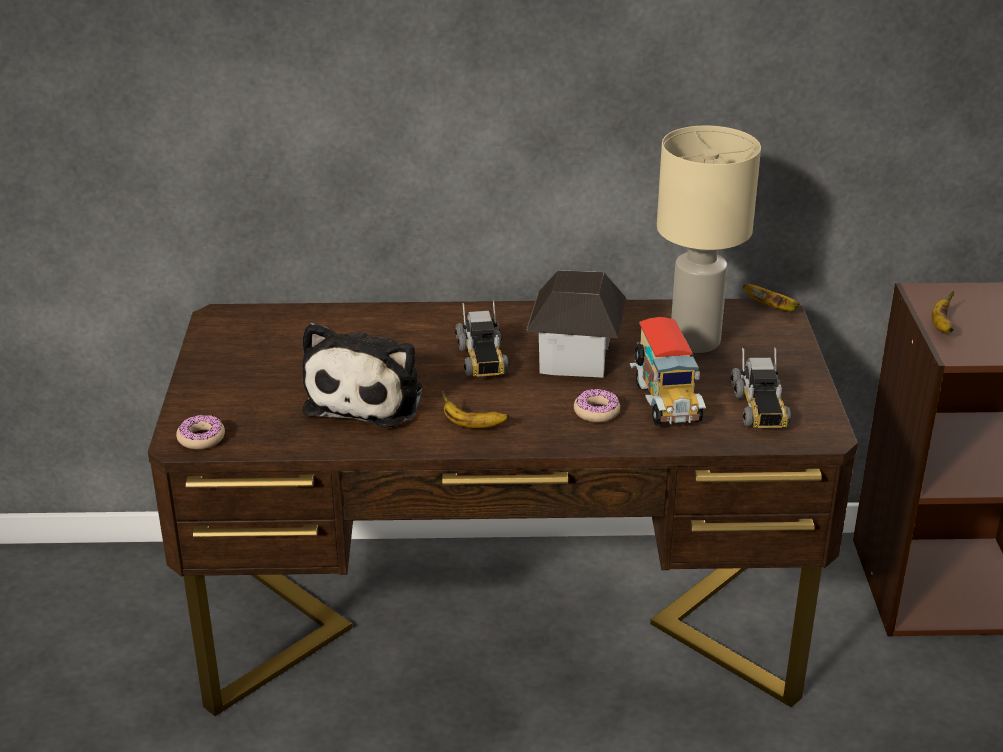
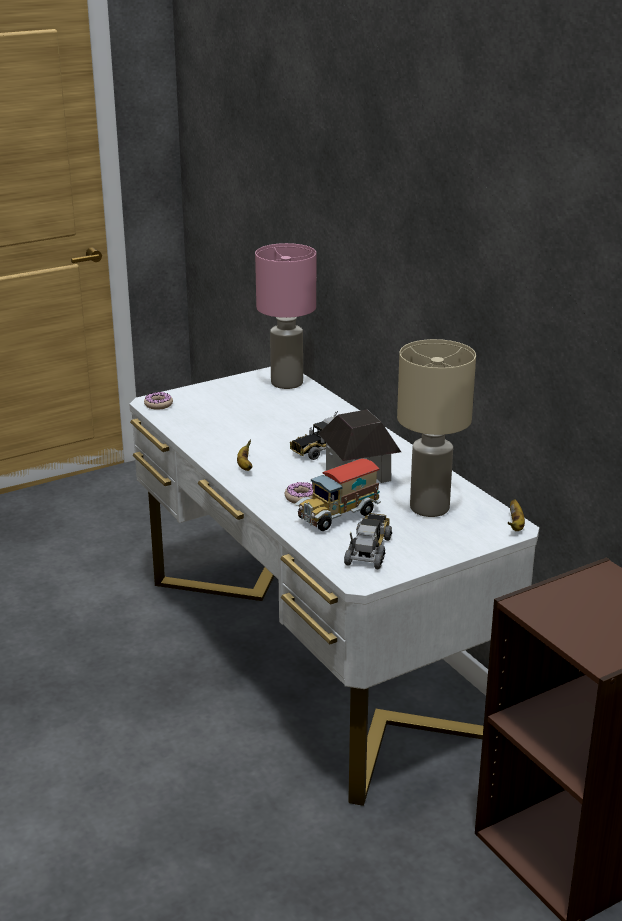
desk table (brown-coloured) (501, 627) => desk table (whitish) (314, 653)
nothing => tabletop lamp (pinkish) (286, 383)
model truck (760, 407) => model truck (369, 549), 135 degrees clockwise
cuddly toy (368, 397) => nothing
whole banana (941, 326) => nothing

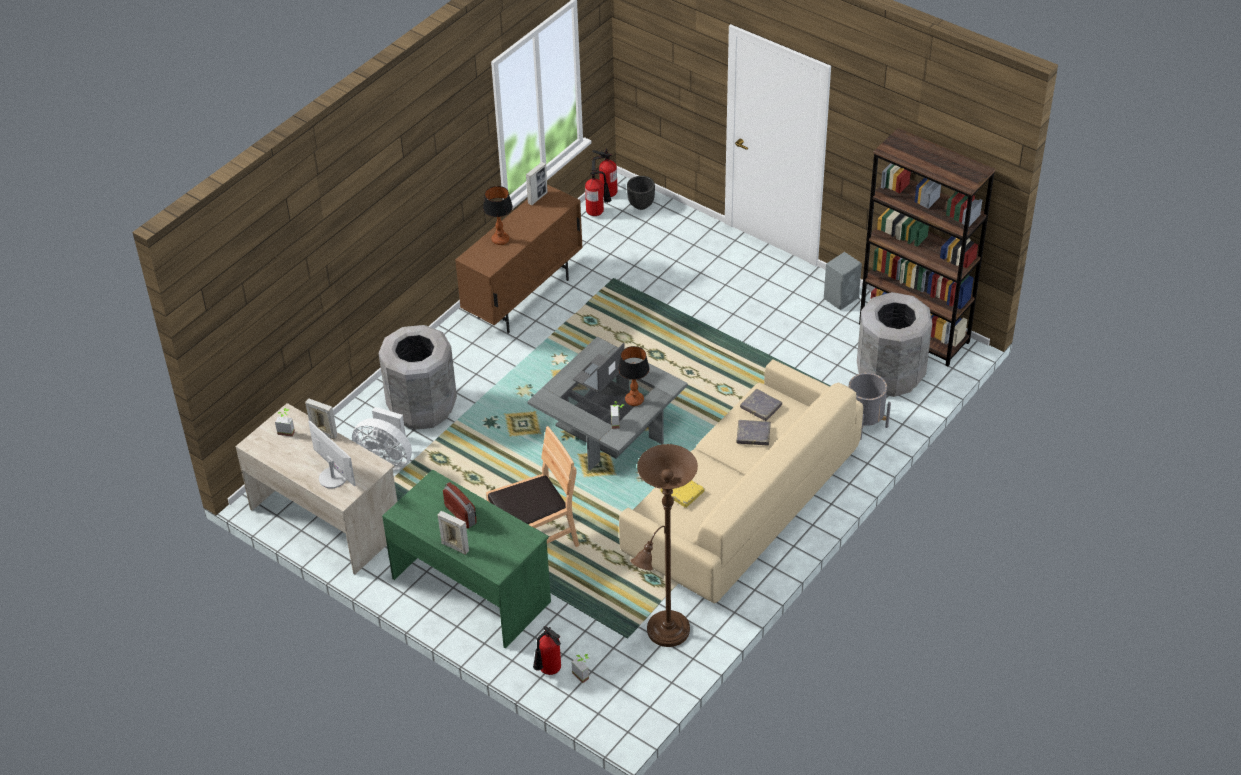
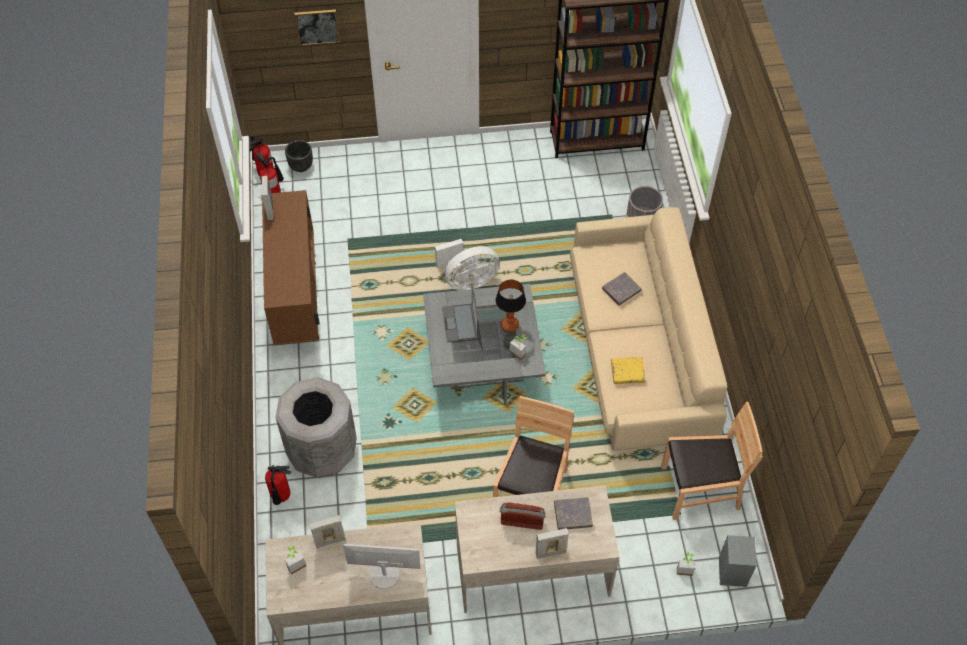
fire-fighting cylinder (548, 671) => fire-fighting cylinder (281, 498), moved
nothing => wall picture (317, 26)
fan (whitish) (386, 459) => fan (whitish) (467, 280), moved
desk table (green-coloured) (472, 589) => desk table (sand-coloured) (532, 569)
volume (greyish) (761, 407) => volume (greyish) (573, 515), moved
floor lamp (brown-coloured) (665, 634) => upright chair (brown-coloured) (700, 489)
loudspeaker (greyish) (841, 297) => loudspeaker (greyish) (732, 571), moved
tabletop lamp (500, 240) => nothing
rubbish bin (greyish) (890, 375) => nothing

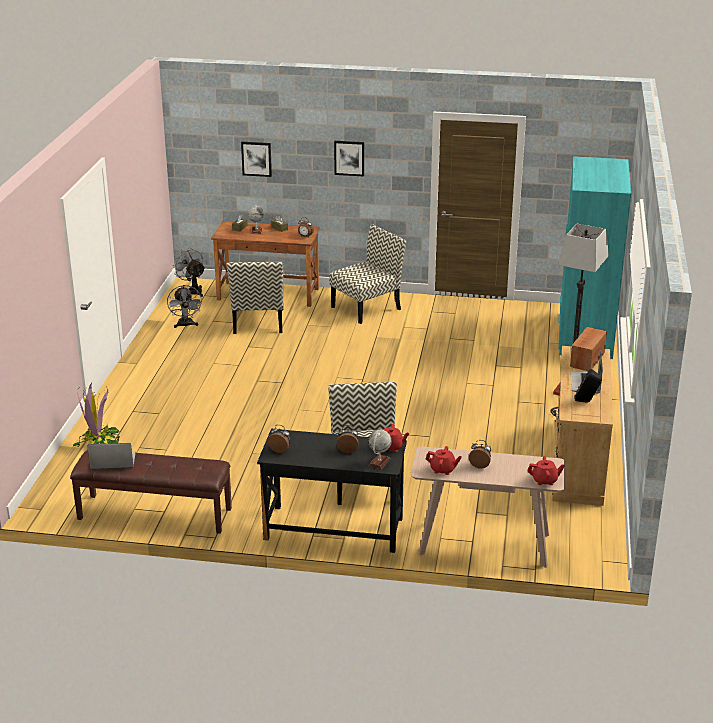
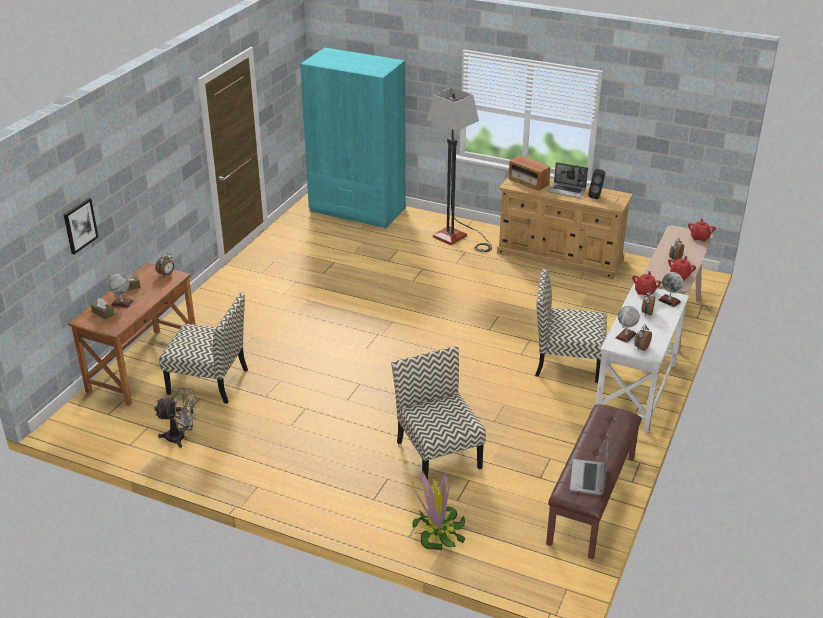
upright chair (367, 308) => upright chair (437, 453), moved
desk table (black-coloured) (333, 529) => desk table (whitish) (636, 390)
nothing => globe (625, 336)
fan (greyish) (192, 291) => nothing
wall picture (349, 158) => nothing

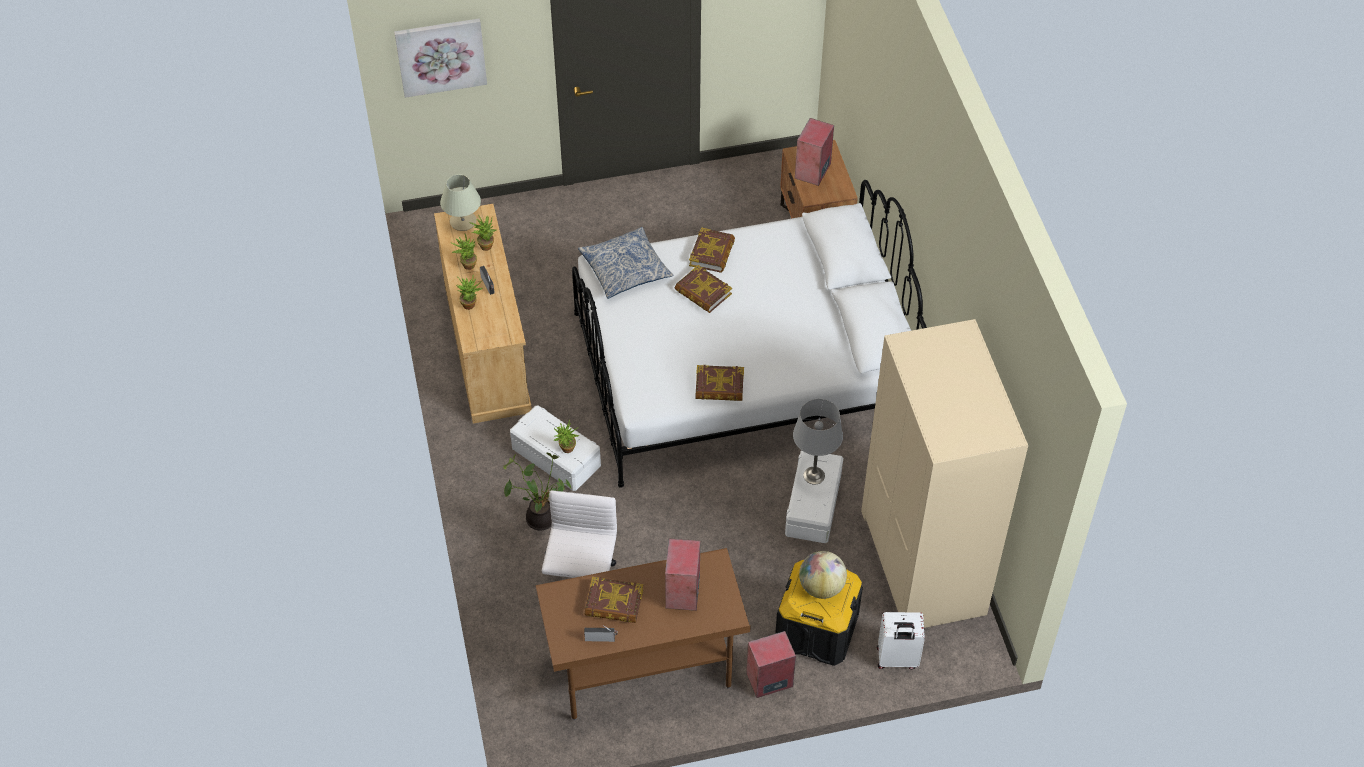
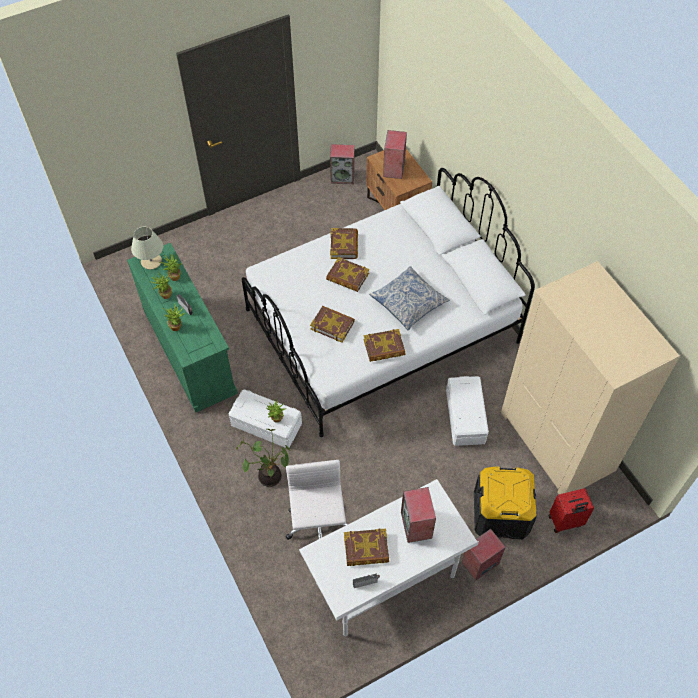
dresser (sand-coloured) (487, 347) => dresser (green-coloured) (188, 350)
desk table (brown-coloured) (644, 672) => desk table (whitish) (385, 581)
nothing => volume (332, 325)
nothing => loudspeaker (343, 177)
cushion (625, 269) => cushion (408, 302), moved
piece of luggage (whitish) (897, 659) => piece of luggage (red-coloured) (565, 522)
wall picture (441, 56) => nothing
tabletop lamp (greyish) (814, 476) => nothing
globe (821, 587) => nothing

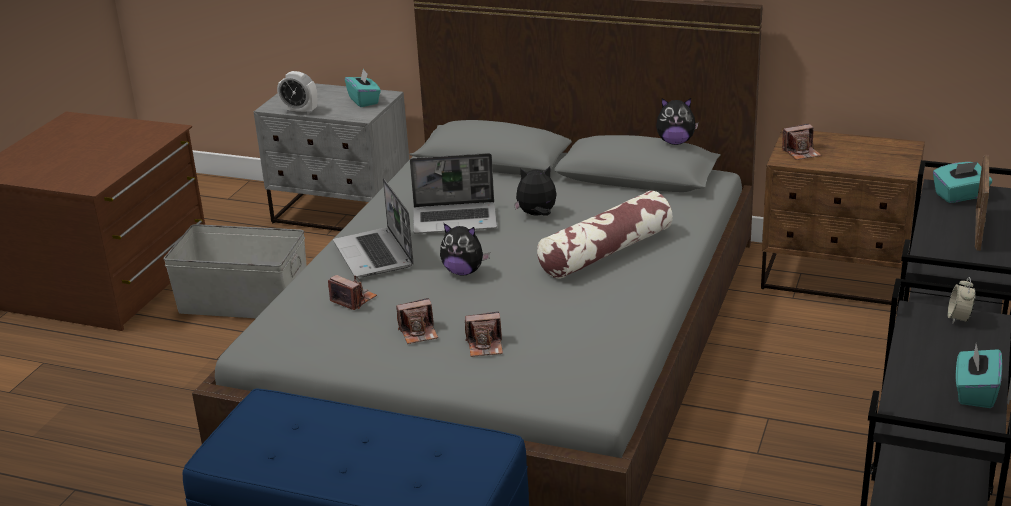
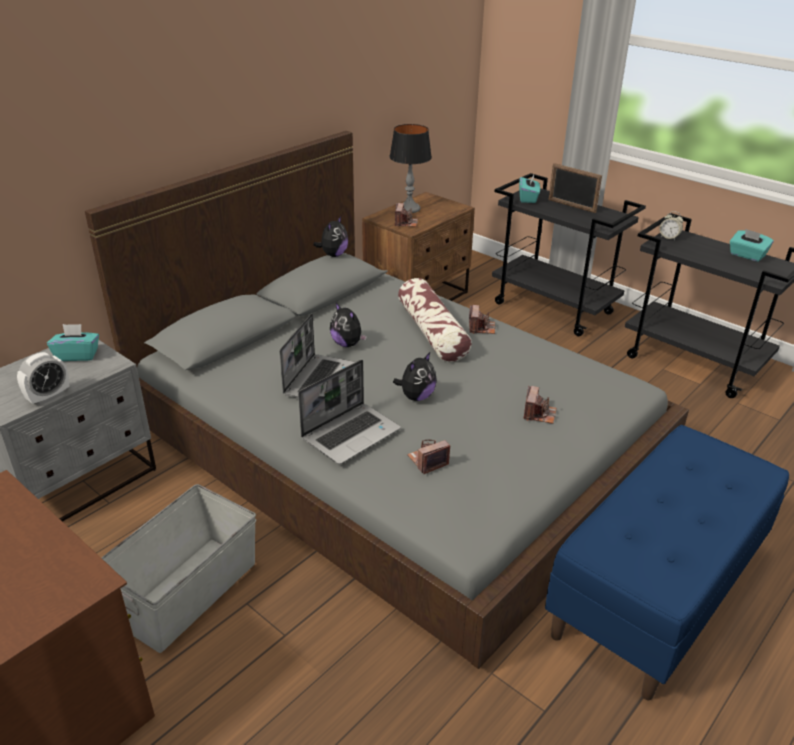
portable computer (375, 255) => portable computer (351, 434), 45 degrees counterclockwise
cuddly toy (537, 215) => cuddly toy (347, 344), 60 degrees counterclockwise
nothing => tabletop lamp (409, 209)
still camera (418, 333) => still camera (481, 328), moved

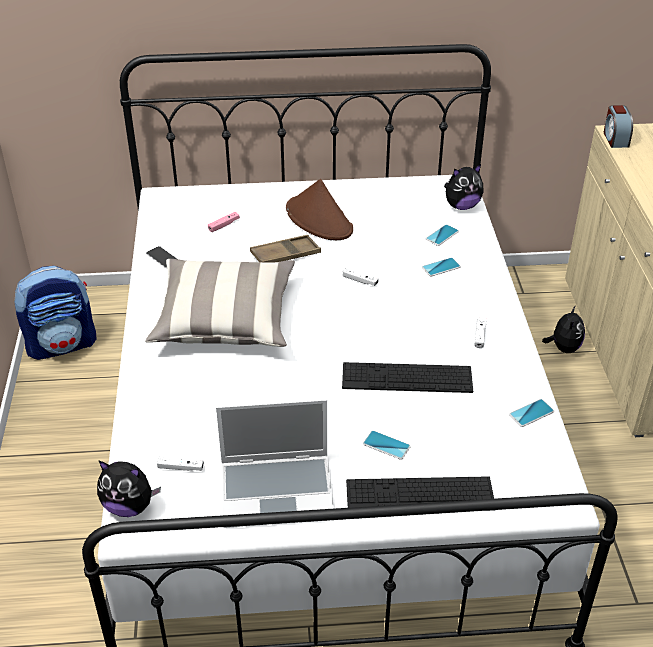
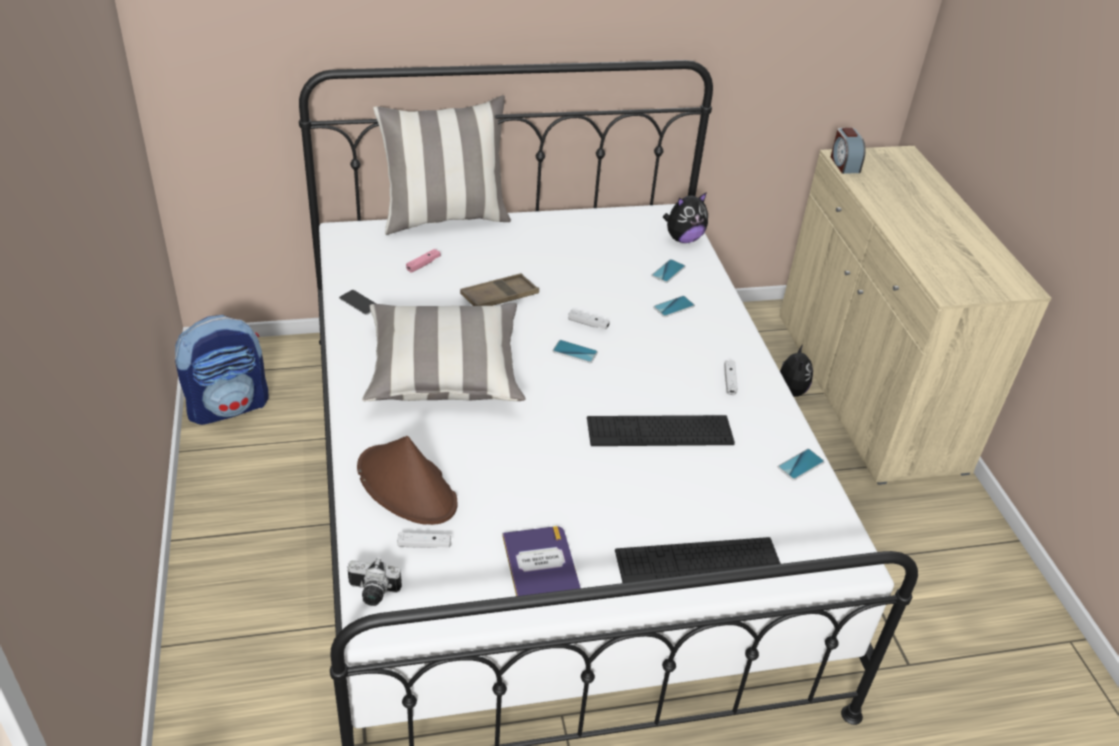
cuddly toy (129, 506) => still camera (372, 593)
hat (brown-coloured) (319, 220) => hat (brown-coloured) (407, 486), moved
nothing => cushion (445, 218)
portable computer (278, 491) => volume (541, 565)
telephone (386, 445) => telephone (575, 352), moved

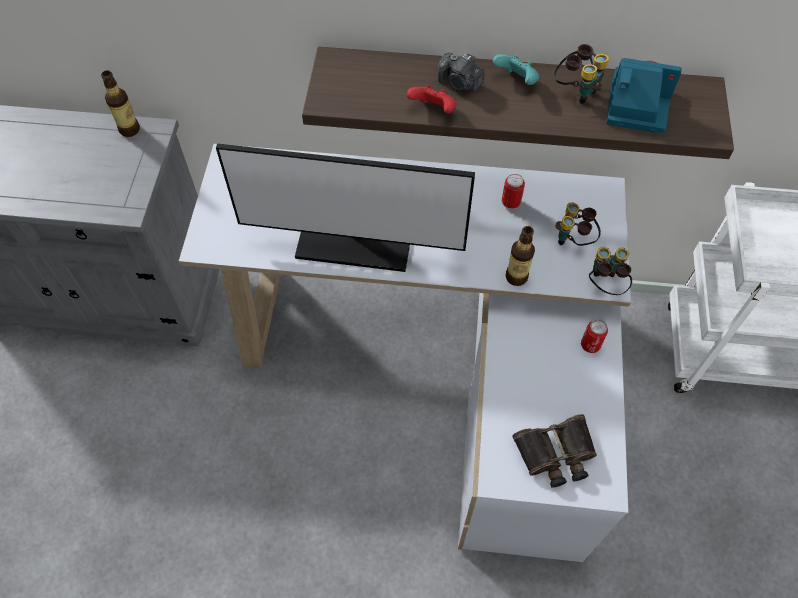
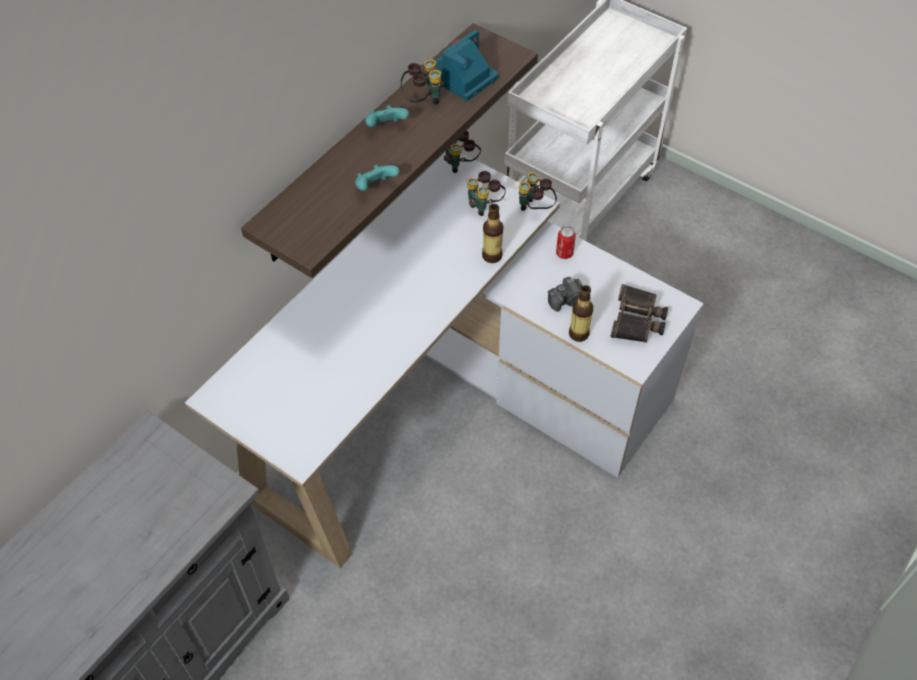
joypad (red-coloured) (433, 110) => joypad (turquoise-coloured) (375, 187)
nothing => binoculars (461, 164)
still camera (459, 83) => still camera (566, 300), moved
bottle (129, 129) => bottle (578, 334), moved
monitor (354, 244) => nothing
metal can (510, 203) => nothing

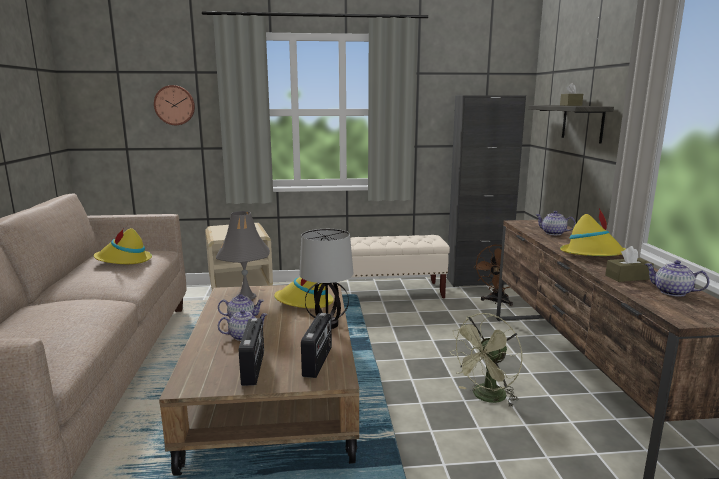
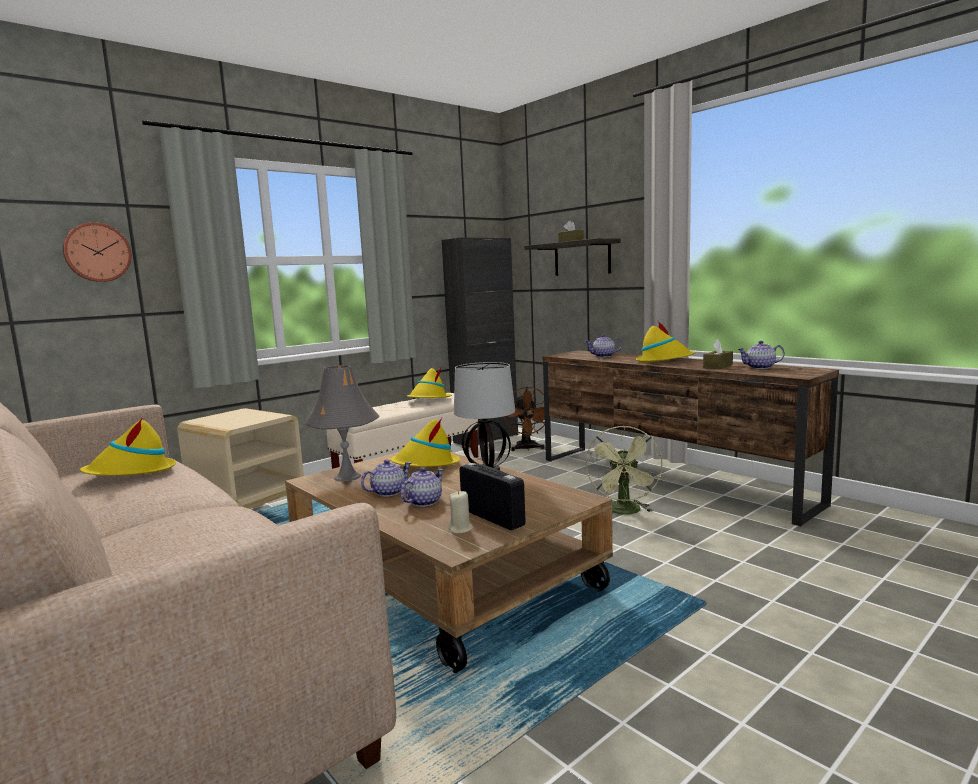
nothing => hat (yellow-coloured) (429, 400)
nothing => wax candle (sand-coloured) (461, 529)
radio receiver (318, 361) => nothing

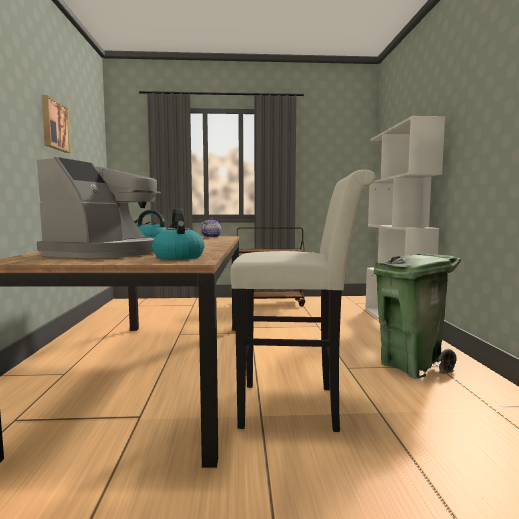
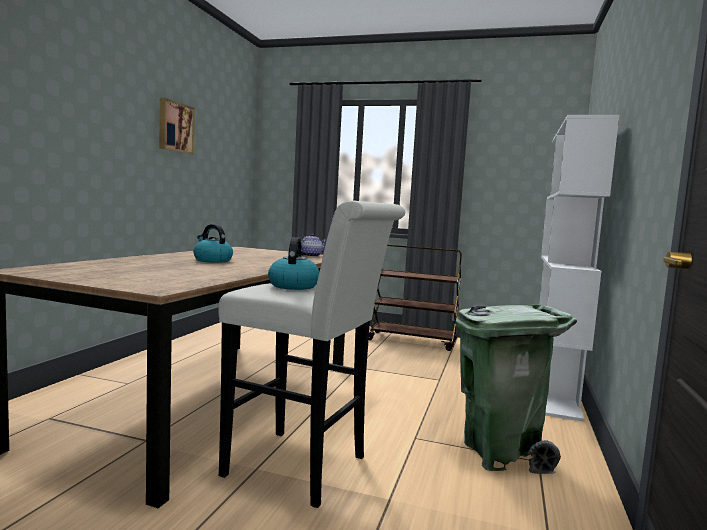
water kettle (178, 257) => water kettle (293, 286), moved
coffee brewer (108, 253) => nothing

